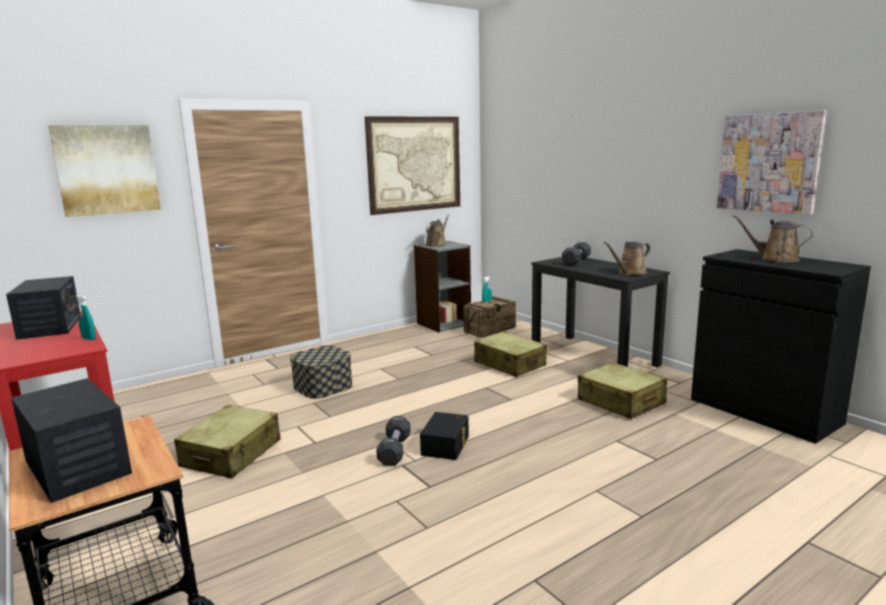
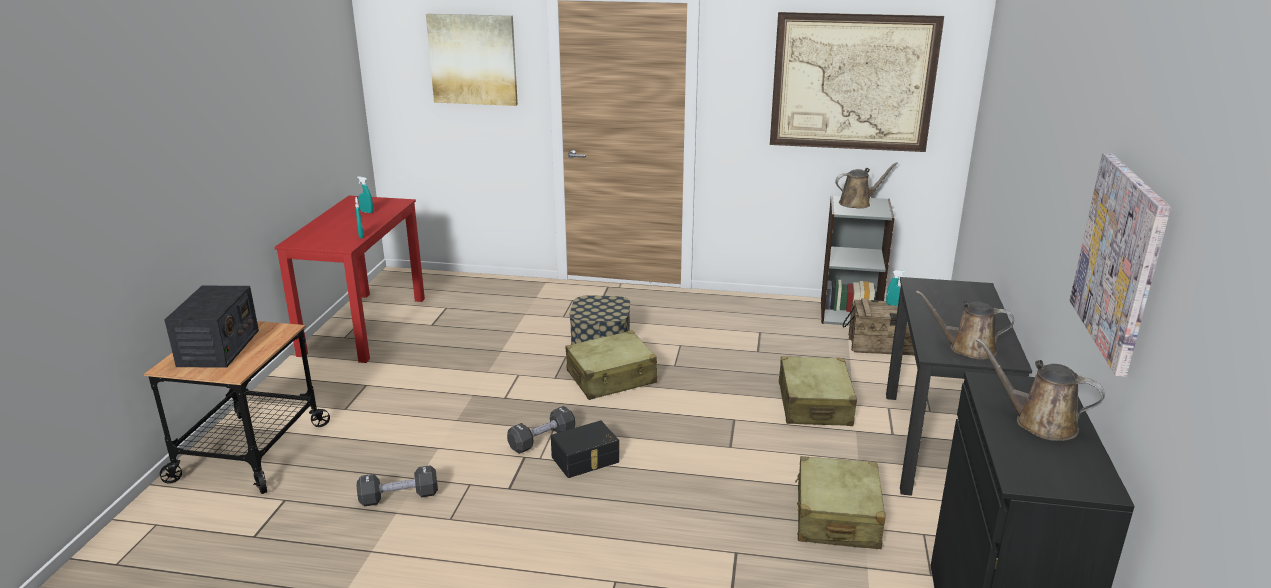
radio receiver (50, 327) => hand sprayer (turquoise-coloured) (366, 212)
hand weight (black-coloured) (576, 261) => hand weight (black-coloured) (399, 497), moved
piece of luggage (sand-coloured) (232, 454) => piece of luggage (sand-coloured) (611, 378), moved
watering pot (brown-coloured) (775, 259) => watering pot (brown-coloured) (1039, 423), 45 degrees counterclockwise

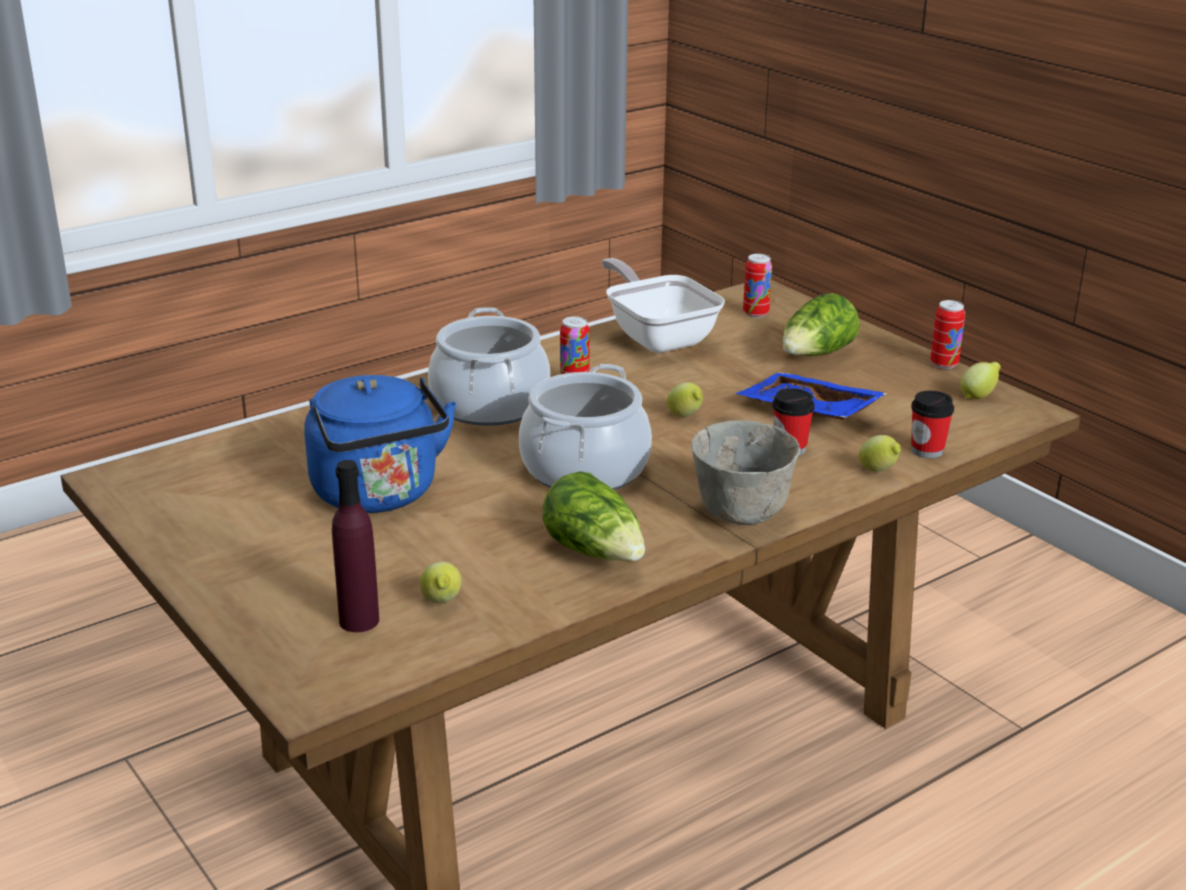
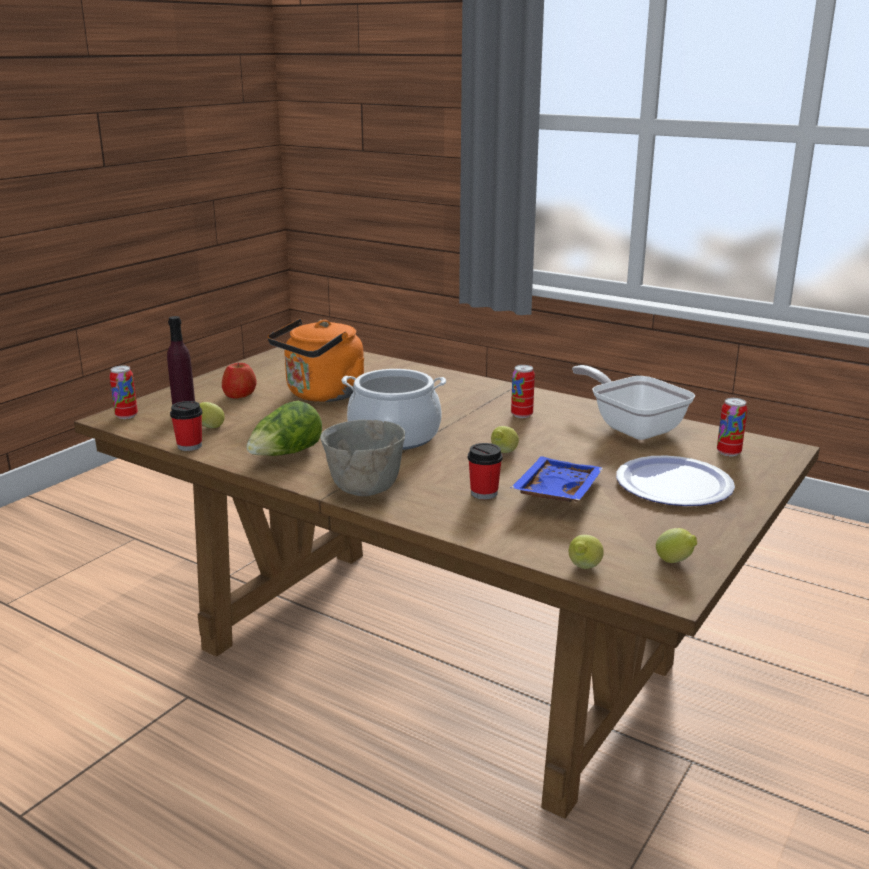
metal can (944, 364) => metal can (126, 416), moved
cup (927, 450) => cup (189, 446), moved
nothing => apple (240, 395)
water kettle (blue-coloured) (379, 495) => water kettle (orange) (322, 395)
whole lemon (879, 471) => whole lemon (583, 568), moved
skillet (657, 337) => skillet (632, 427), 75 degrees counterclockwise
head of lettuce (816, 355) => dinner plate (674, 484)
stockpot (489, 405) => nothing

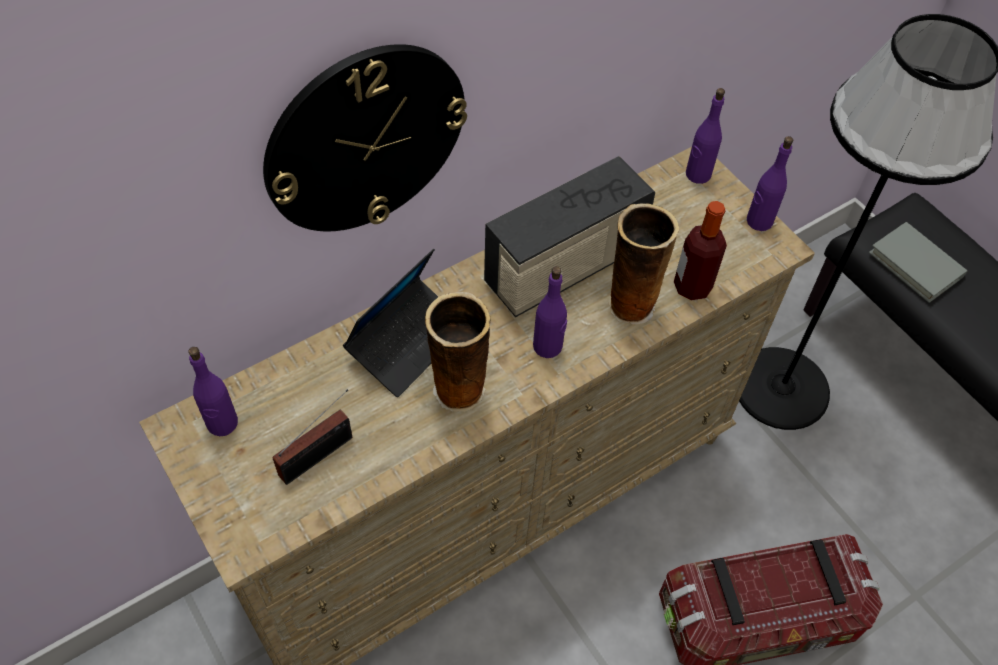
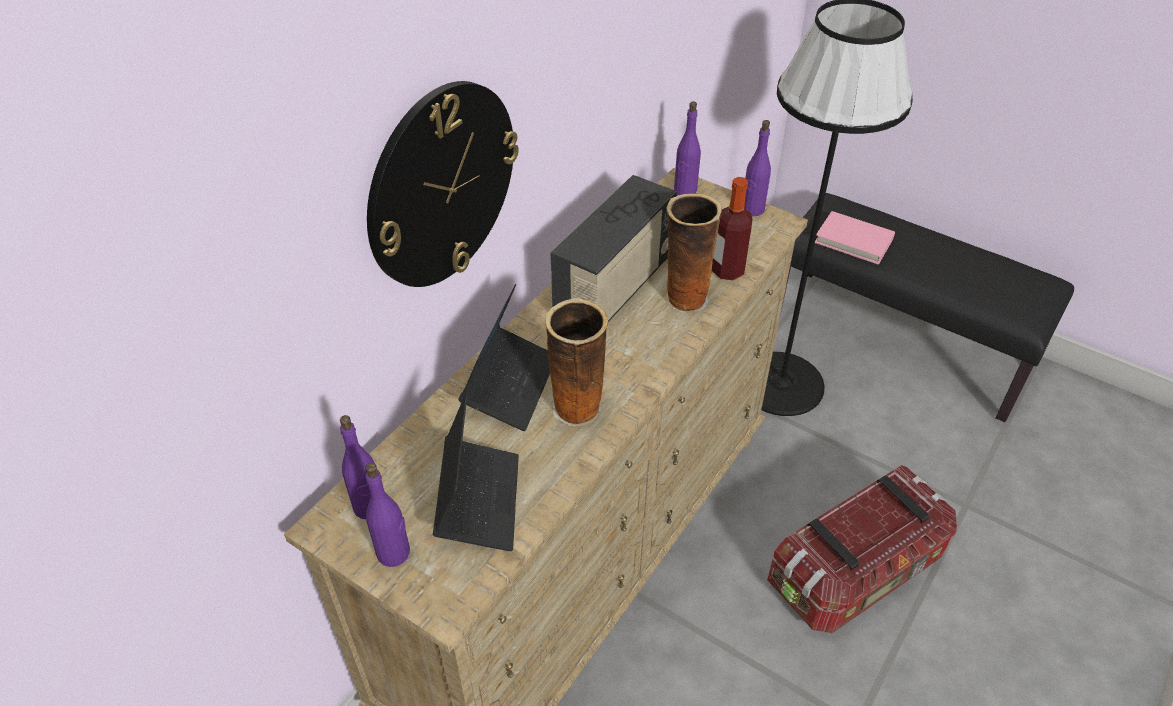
bottle (purple-coloured) (548, 346) => bottle (purple-coloured) (394, 553), moved
radio receiver (320, 454) => portable computer (478, 501)
volume (greyish) (915, 265) => volume (pinkish) (853, 241)

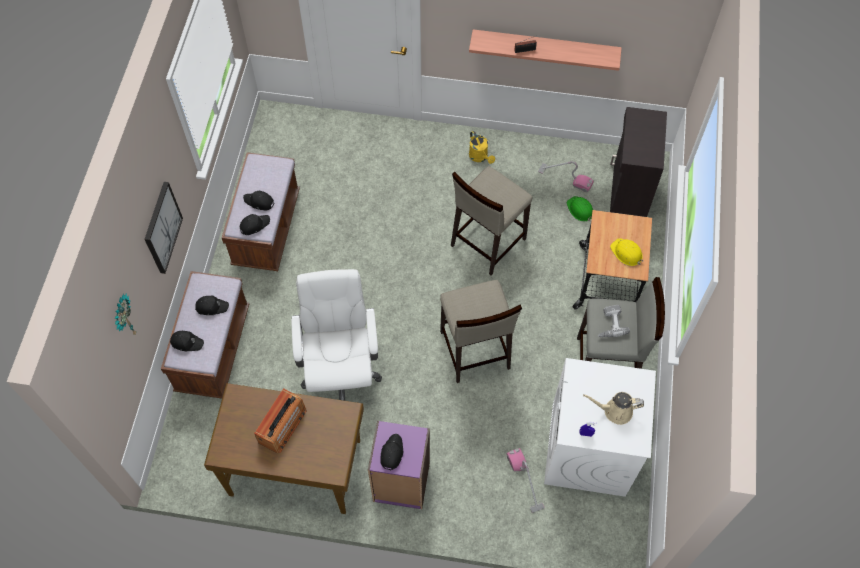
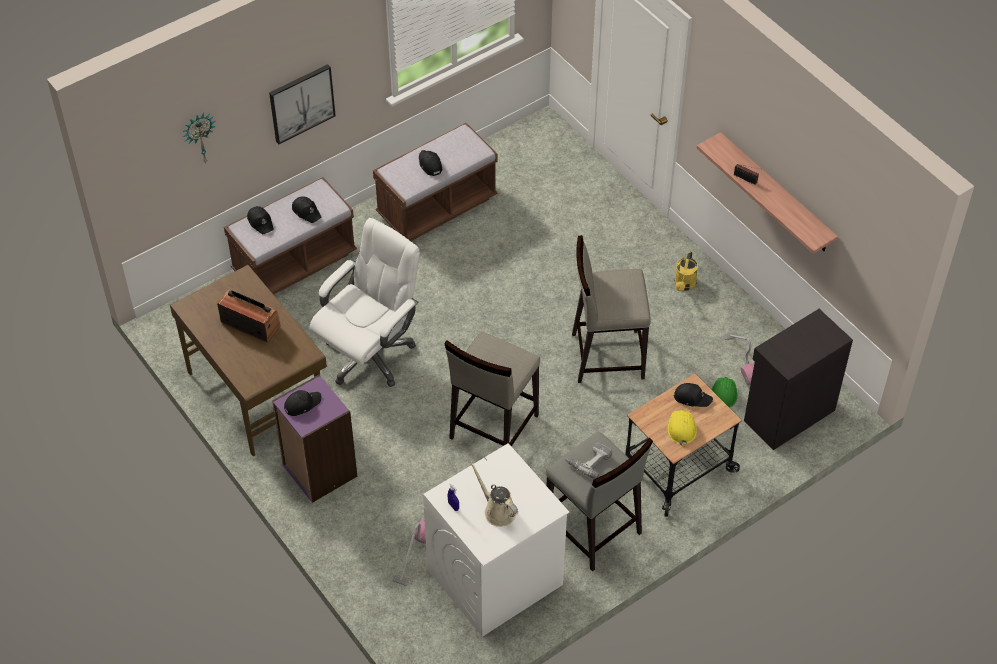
radio receiver (282, 426) => radio receiver (251, 324), 135 degrees counterclockwise
baseball cap (black-coloured) (254, 225) => baseball cap (black-coloured) (692, 397), moved

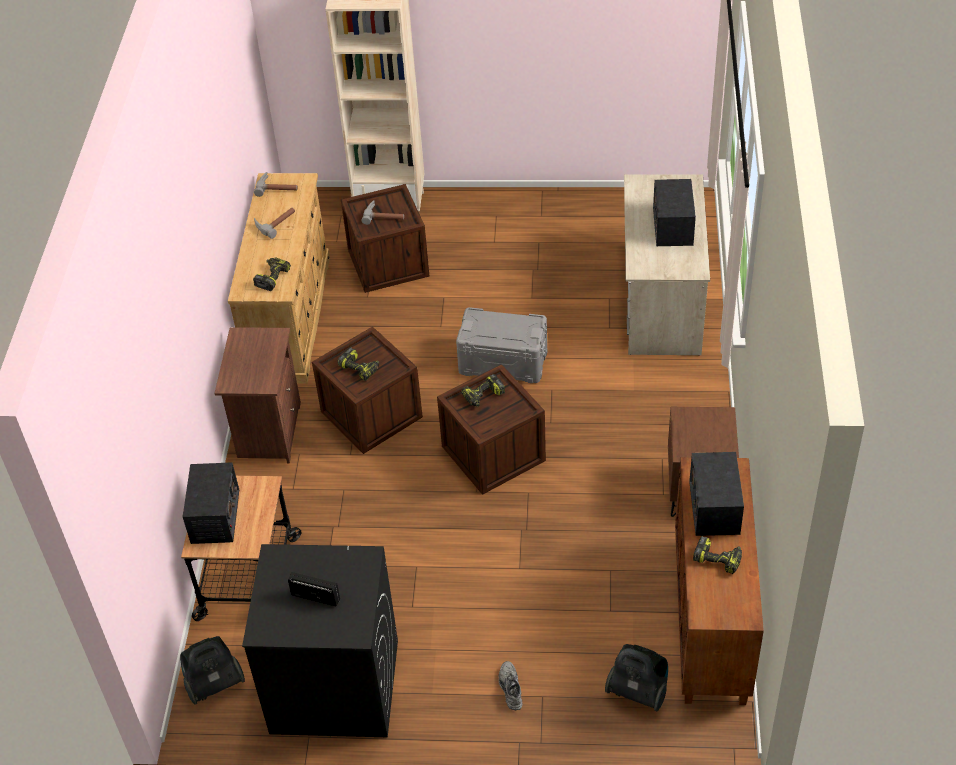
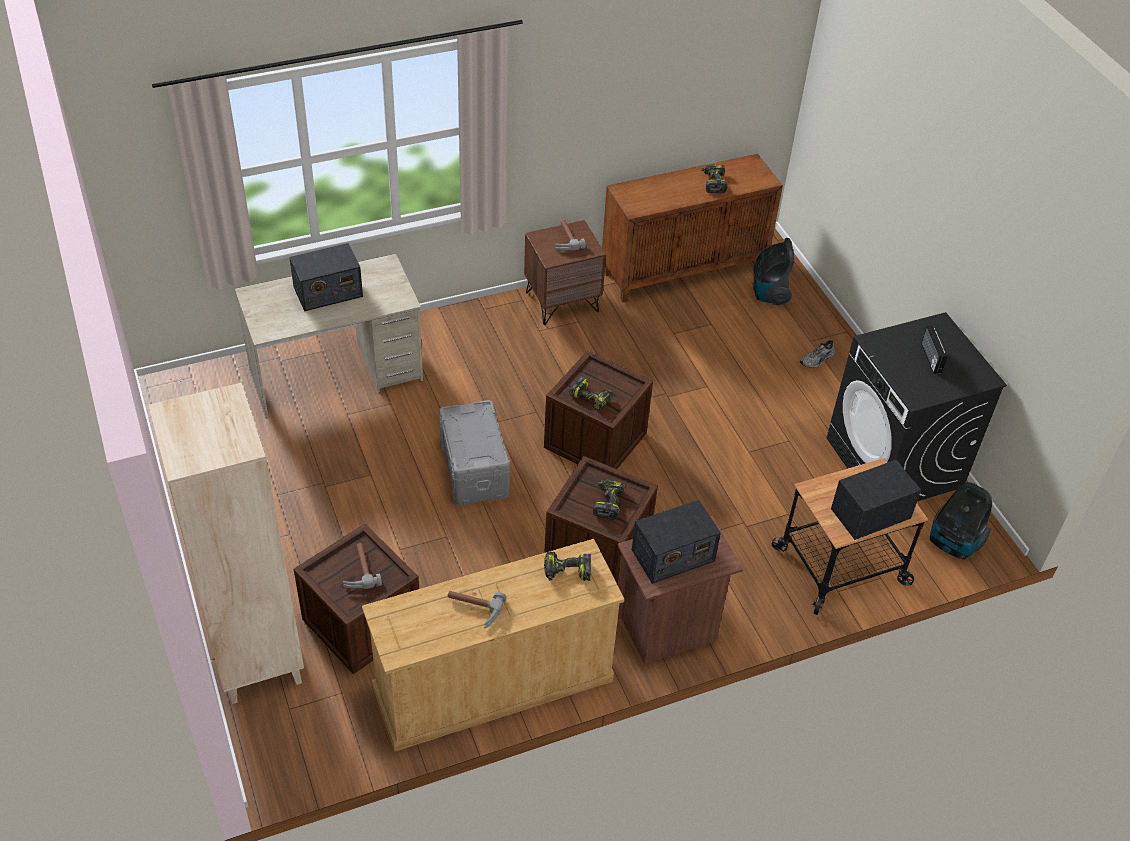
hammer (278, 187) => hammer (564, 239), moved
radio receiver (714, 507) => radio receiver (672, 555), moved

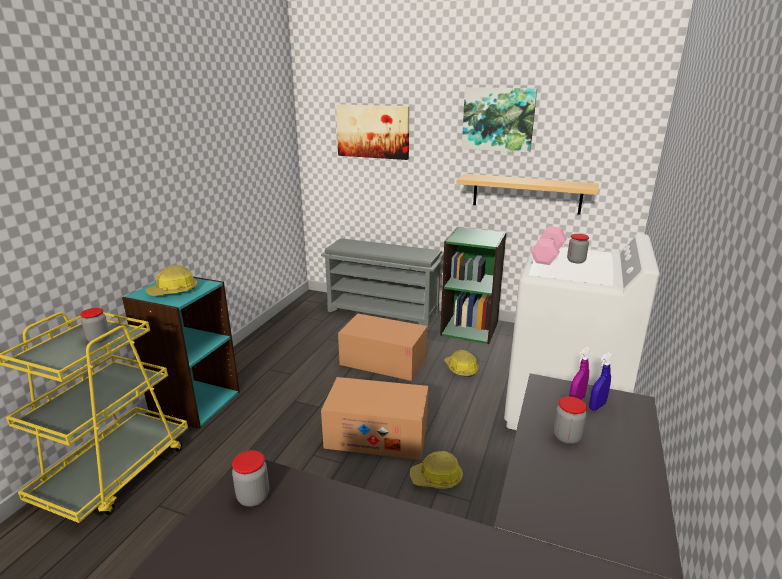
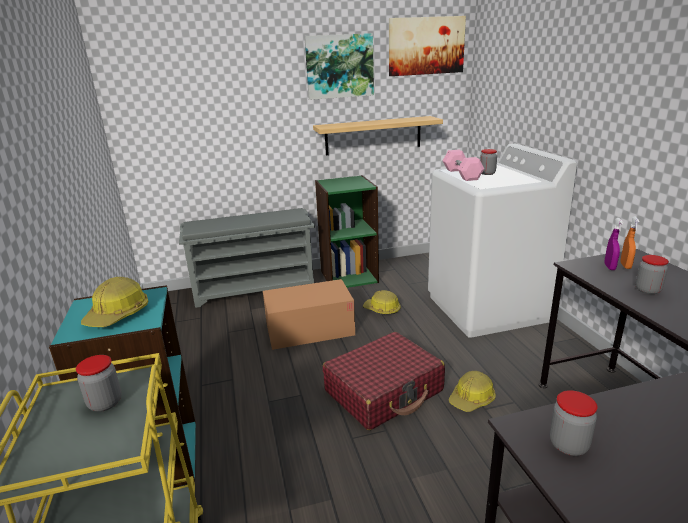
carton (377, 434) => piece of luggage (red-coloured) (384, 391)
wall picture (373, 131) => wall picture (426, 46), moved
hand sprayer (blue-coloured) (597, 406) => hand sprayer (orange) (625, 266)

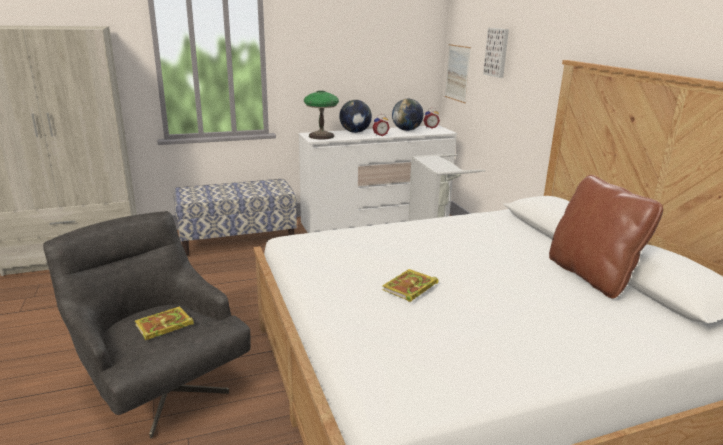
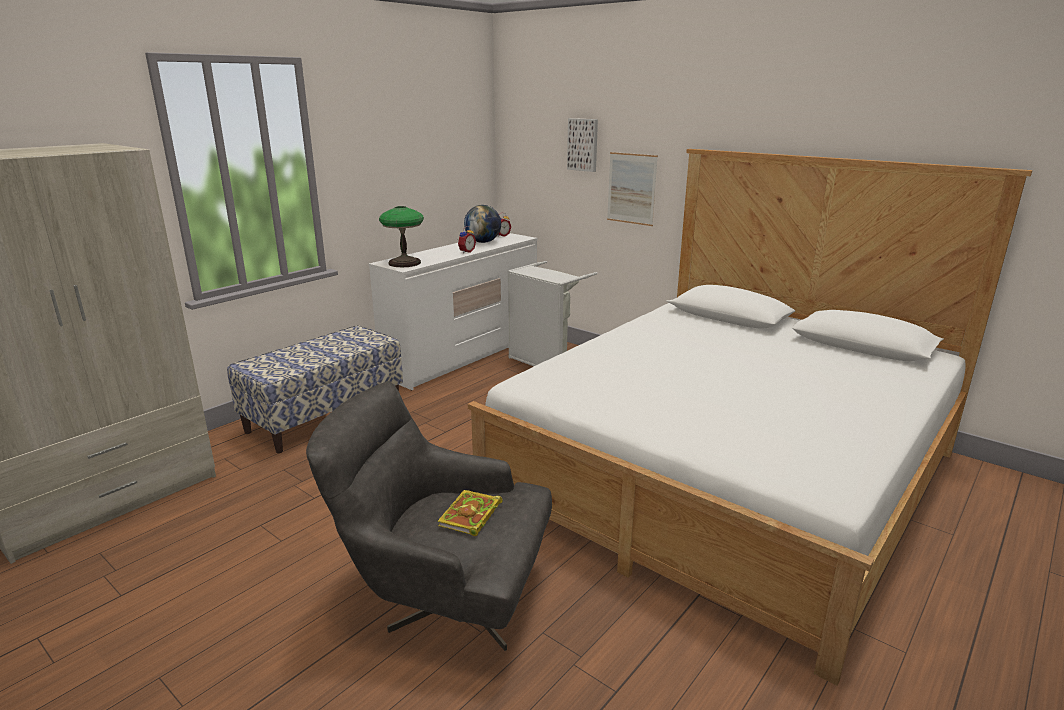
wall picture (457, 73) => wall picture (631, 188), moved
globe (355, 132) => nothing
volume (409, 288) => nothing
cushion (brown-coloured) (591, 276) => nothing

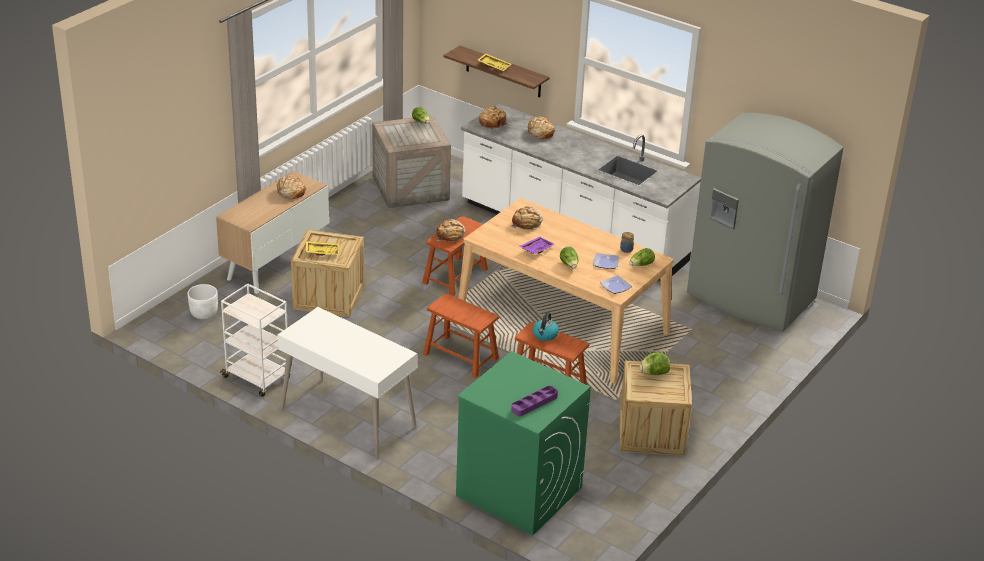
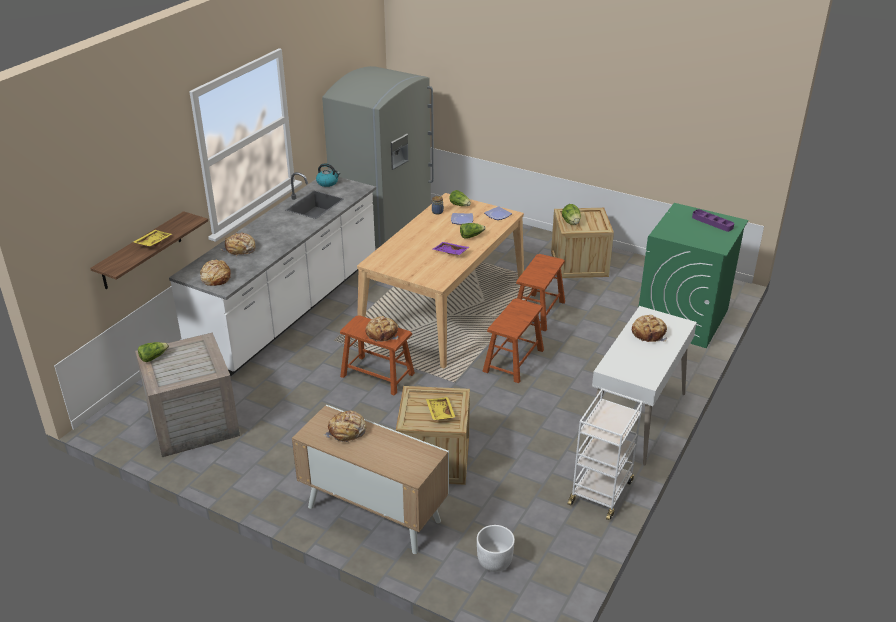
water kettle (545, 335) => water kettle (328, 183), moved
bakery bread (527, 223) => bakery bread (649, 333), moved

